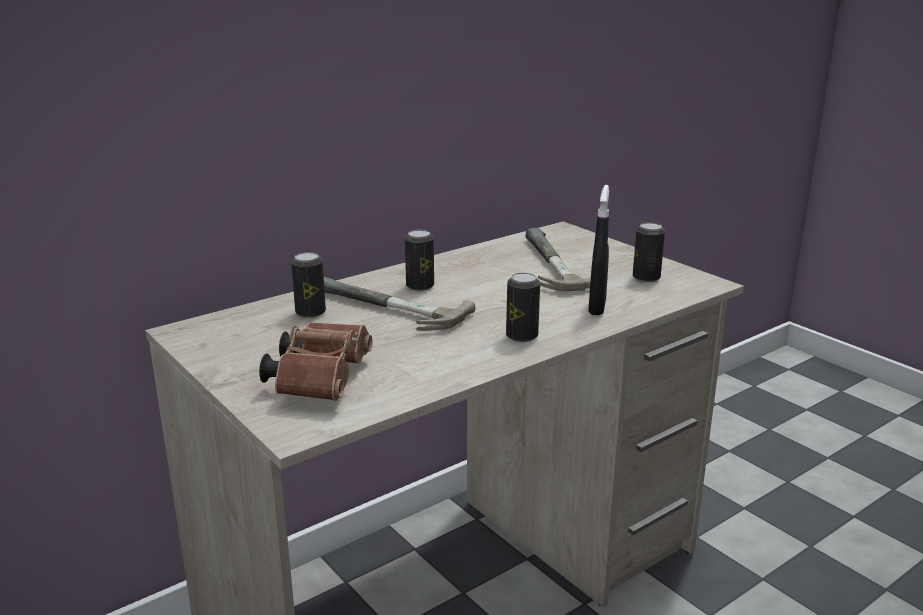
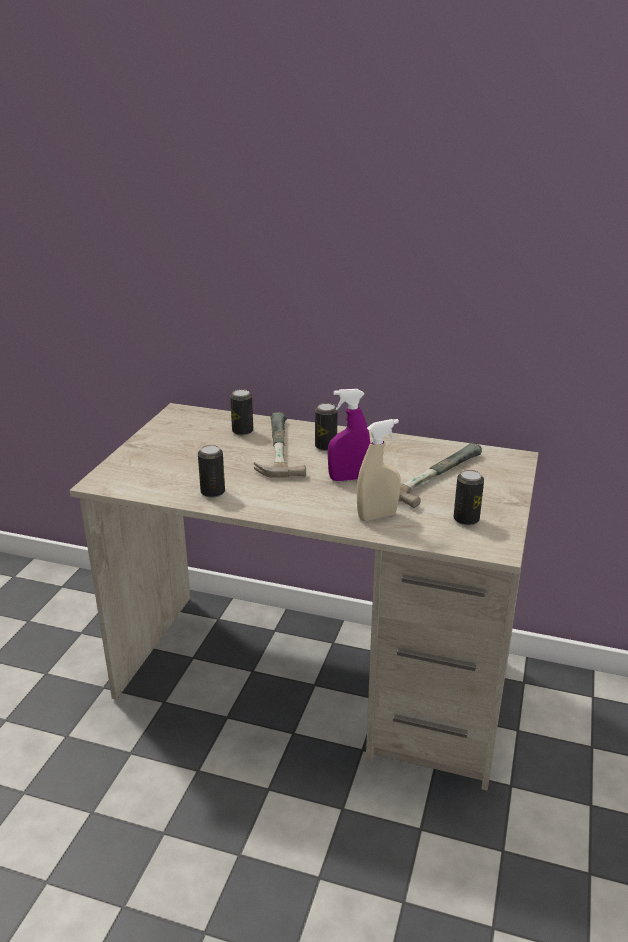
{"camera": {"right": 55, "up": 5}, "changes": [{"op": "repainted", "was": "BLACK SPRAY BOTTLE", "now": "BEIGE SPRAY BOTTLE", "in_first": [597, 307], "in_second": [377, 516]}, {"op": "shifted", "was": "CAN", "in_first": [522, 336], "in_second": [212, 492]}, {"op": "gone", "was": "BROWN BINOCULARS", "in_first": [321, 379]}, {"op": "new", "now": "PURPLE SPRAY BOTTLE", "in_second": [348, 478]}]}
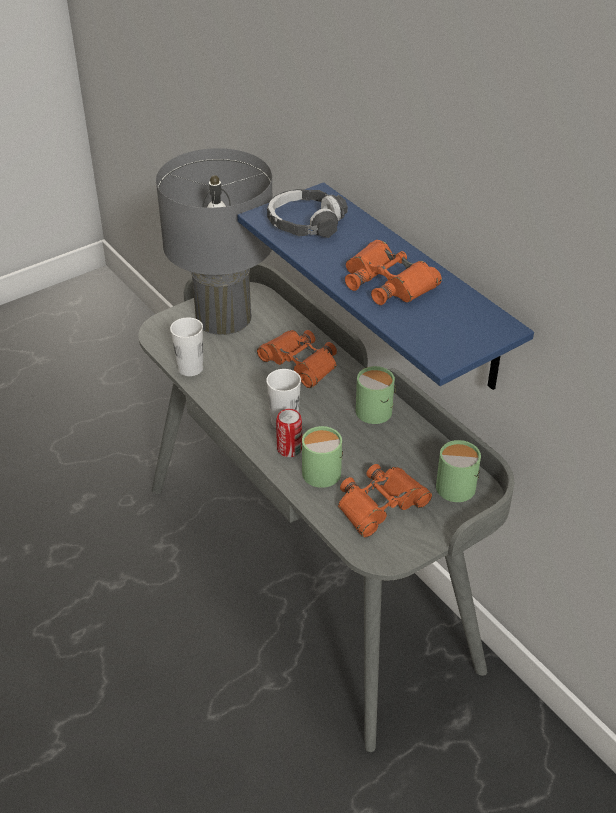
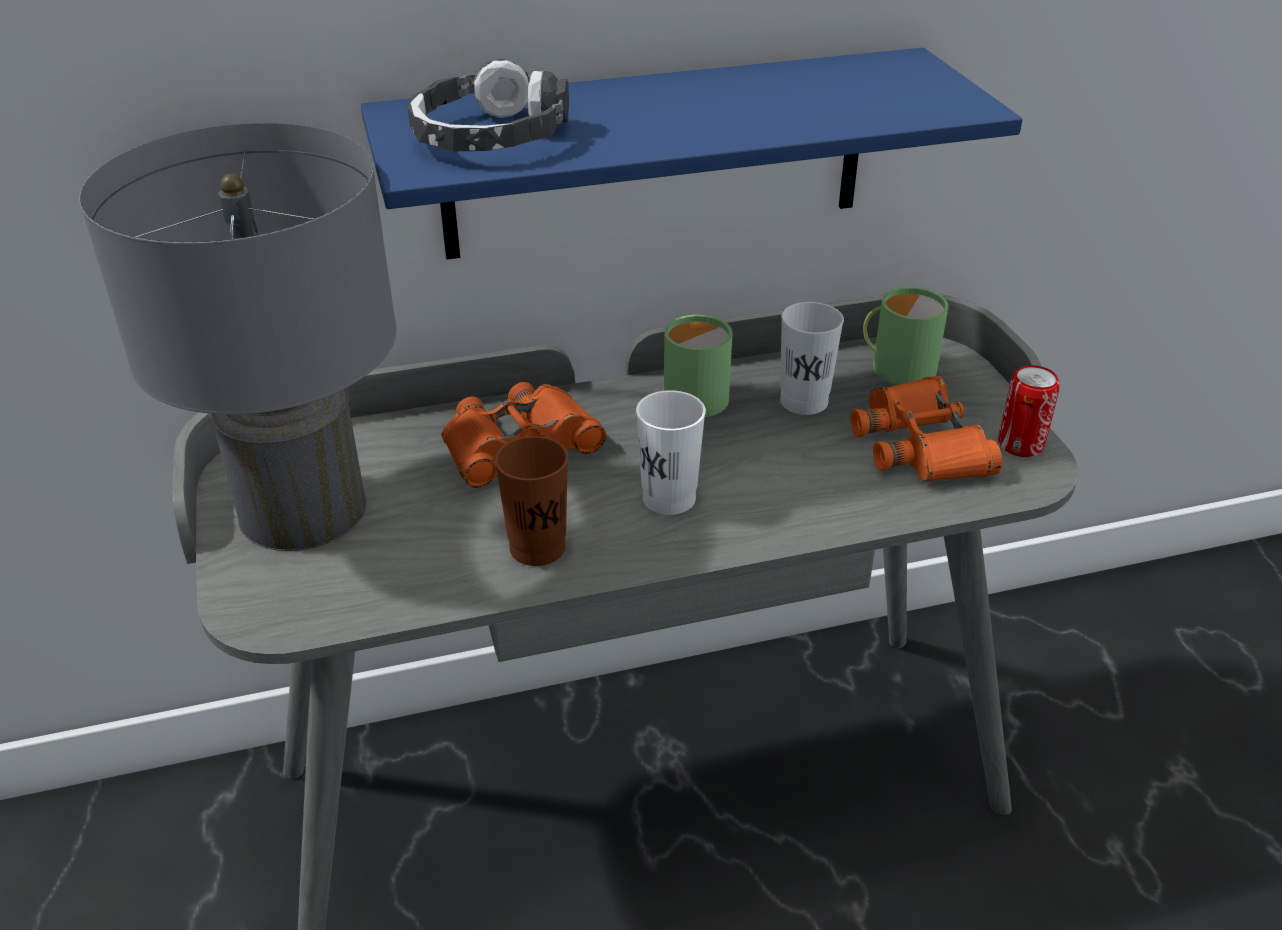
{"camera": {"right": -70, "up": -5}, "changes": [{"op": "gone", "was": "ORANGE BINOCULARS", "in_first": [387, 282]}, {"op": "shifted", "was": "WHITE CUP", "in_first": [190, 368], "in_second": [804, 401]}, {"op": "shifted", "was": "CAN", "in_first": [289, 449], "in_second": [1020, 445]}, {"op": "gone", "was": "GREEN MUG", "in_first": [321, 469]}, {"op": "new", "now": "BROWN CUP", "in_second": [537, 548]}]}
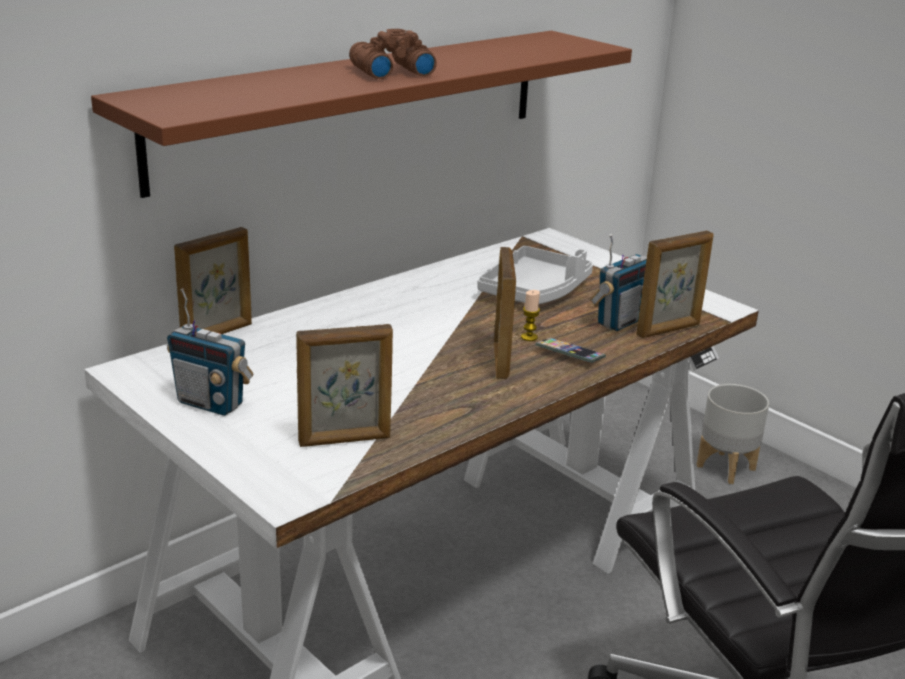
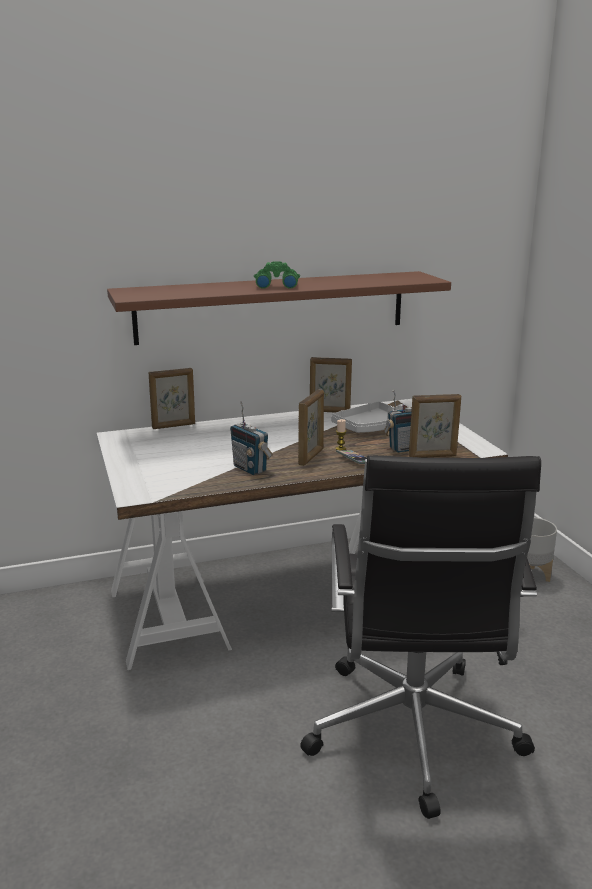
{"camera": {"right": 25, "up": -5}, "changes": [{"op": "repainted", "was": "BROWN BINOCULARS", "now": "GREEN BINOCULARS", "in_first": [389, 71], "in_second": [276, 286]}, {"op": "shifted", "was": "RADIO", "in_first": [211, 403], "in_second": [250, 469]}, {"op": "shifted", "was": "PICTURE FRAME", "in_first": [345, 440], "in_second": [329, 411]}]}
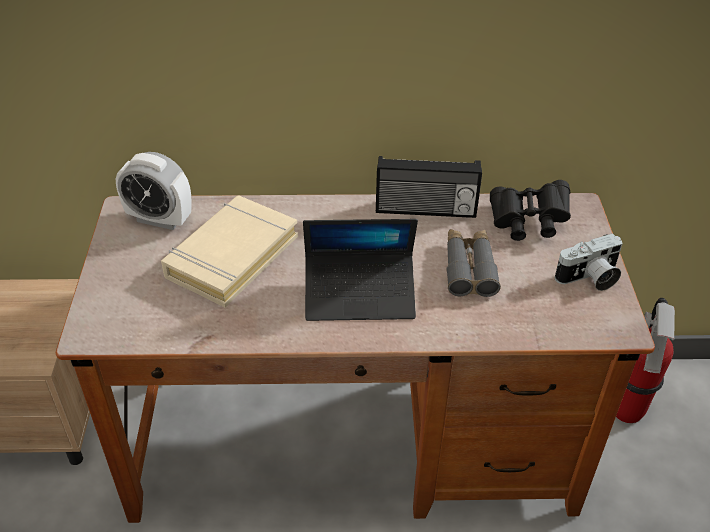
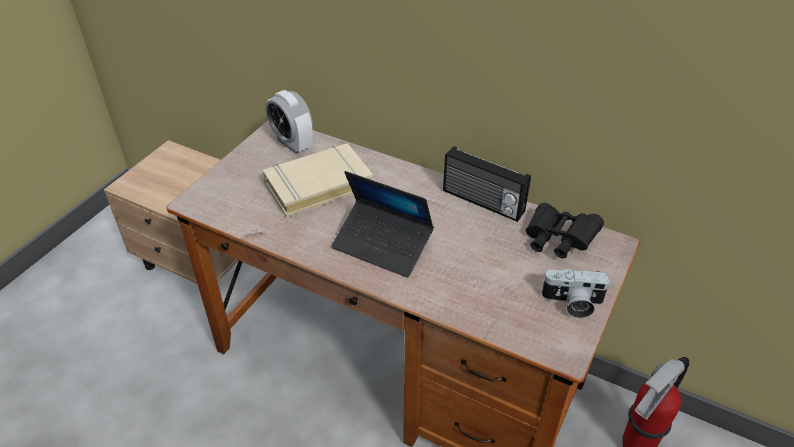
{"camera": {"right": 30, "up": 0}, "changes": [{"op": "gone", "was": "GREY BINOCULARS", "in_first": [469, 268]}]}
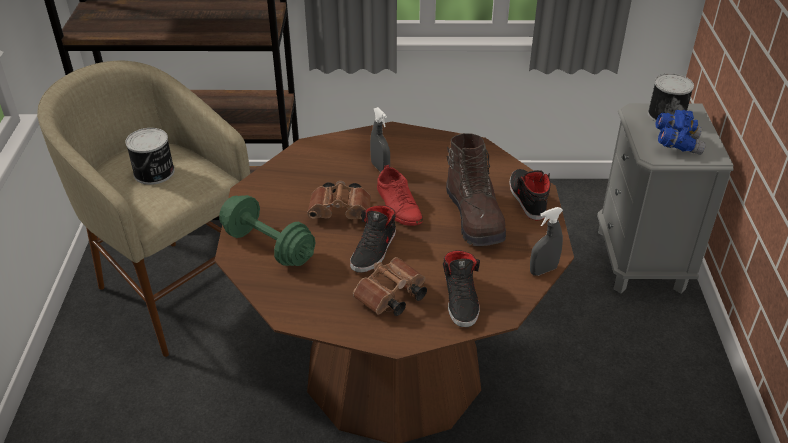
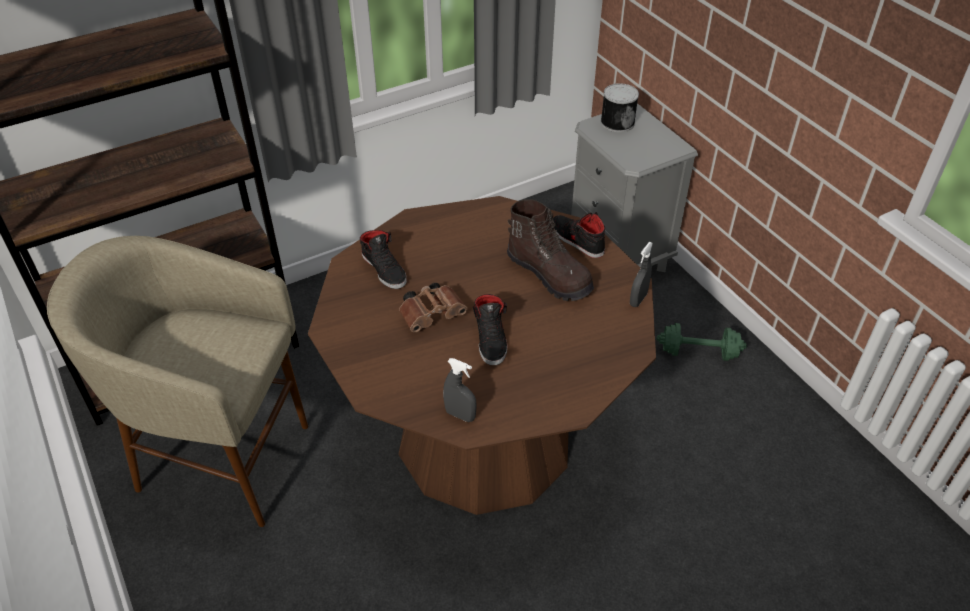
{"camera": {"right": -30, "up": 5}, "changes": [{"op": "shifted", "was": "GREY SPRAY BOTTLE", "in_first": [380, 168], "in_second": [460, 415]}, {"op": "gone", "was": "BLUE BINOCULARS", "in_first": [676, 144]}, {"op": "gone", "was": "CAN", "in_first": [154, 173]}, {"op": "gone", "was": "RED SHOE", "in_first": [398, 206]}, {"op": "shifted", "was": "GREEN DUMBBELL", "in_first": [268, 246], "in_second": [698, 352]}, {"op": "shifted", "was": "BLACK SHOE", "in_first": [461, 299], "in_second": [384, 269]}, {"op": "gone", "was": "BROWN BINOCULARS", "in_first": [390, 298]}]}
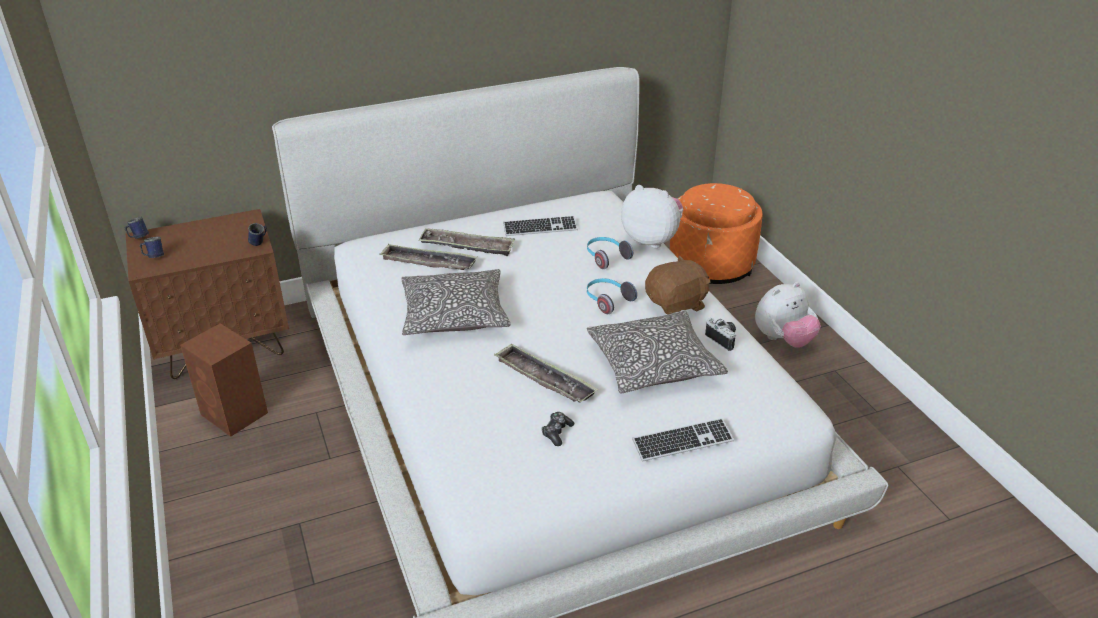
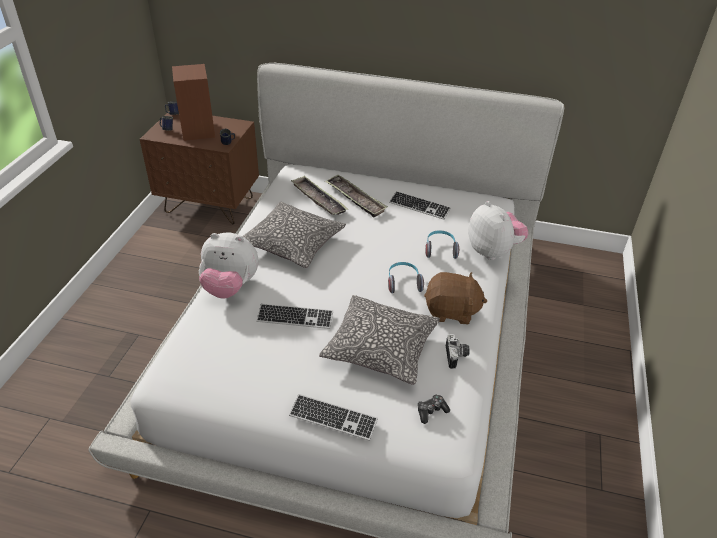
{"camera": {"right": 35, "up": 5}, "changes": [{"op": "gone", "was": "ORANGE OTTOMAN", "in_first": [711, 265]}, {"op": "shifted", "was": "PLUSH TOY", "in_first": [783, 340], "in_second": [230, 287]}, {"op": "shifted", "was": "BROWN SPEAKER", "in_first": [235, 414], "in_second": [198, 131]}, {"op": "swapped", "was": "TRAY", "now": "KEYBOARD", "in_first": [544, 379], "in_second": [295, 318]}, {"op": "shifted", "was": "GAME CONTROLLER", "in_first": [557, 432], "in_second": [431, 411]}]}
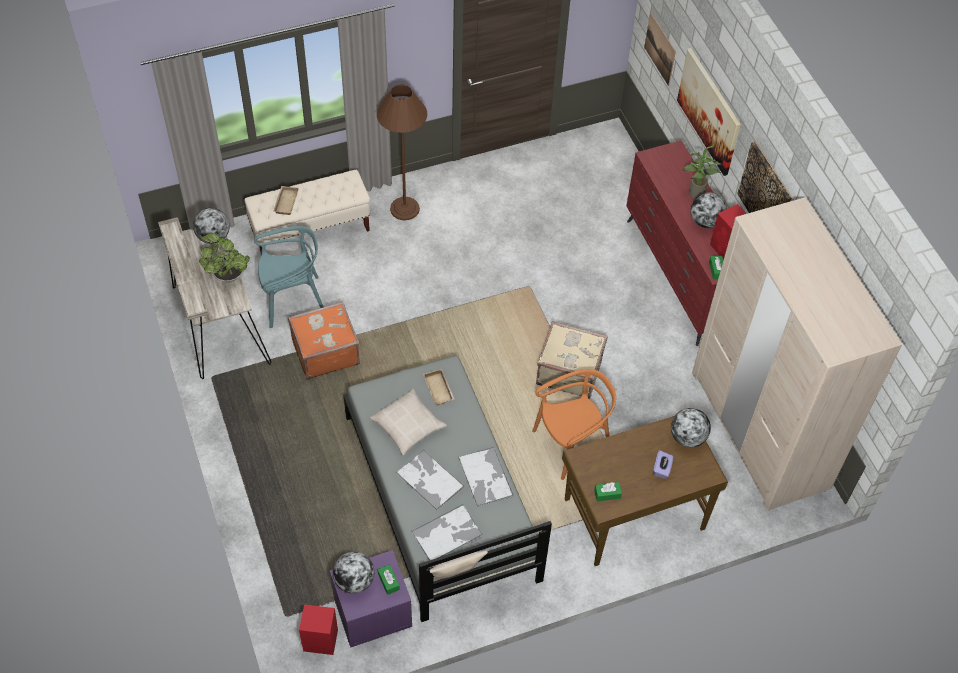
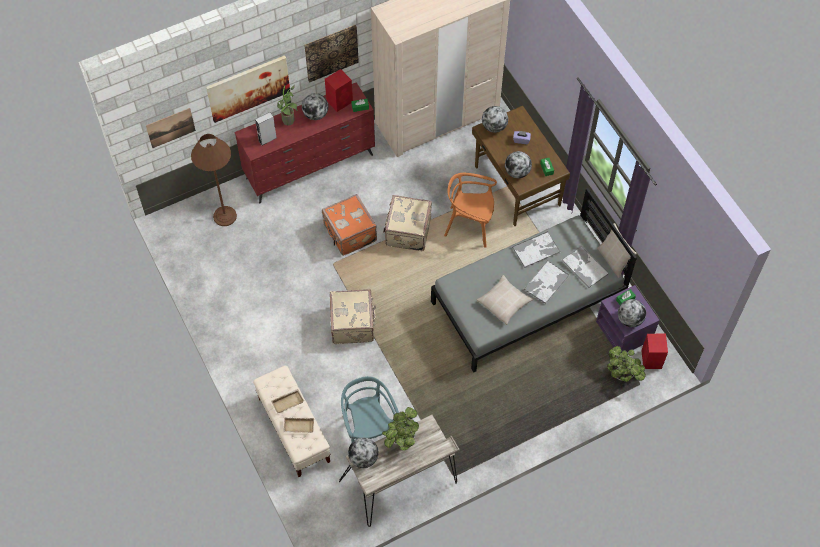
{"camera": {"right": -95, "up": 5}, "changes": [{"op": "shifted", "was": "BROWN FLOOR LAMP", "in_first": [404, 209], "in_second": [225, 216]}, {"op": "shifted", "was": "ORANGE SUITCASE", "in_first": [325, 352], "in_second": [349, 234]}, {"op": "shifted", "was": "BEIGE TRAY", "in_first": [439, 389], "in_second": [287, 401]}, {"op": "rotated", "was": "ORANGE CHAIR", "in_first": [572, 444], "in_second": [469, 225], "clockwise": -45}, {"op": "new", "now": "GREY SPEAKER", "in_second": [267, 139]}, {"op": "new", "now": "GLOBE", "in_second": [517, 172]}, {"op": "new", "now": "BEIGE SUITCASE", "in_second": [353, 323]}, {"op": "new", "now": "POTTED PLANT", "in_second": [623, 375]}]}
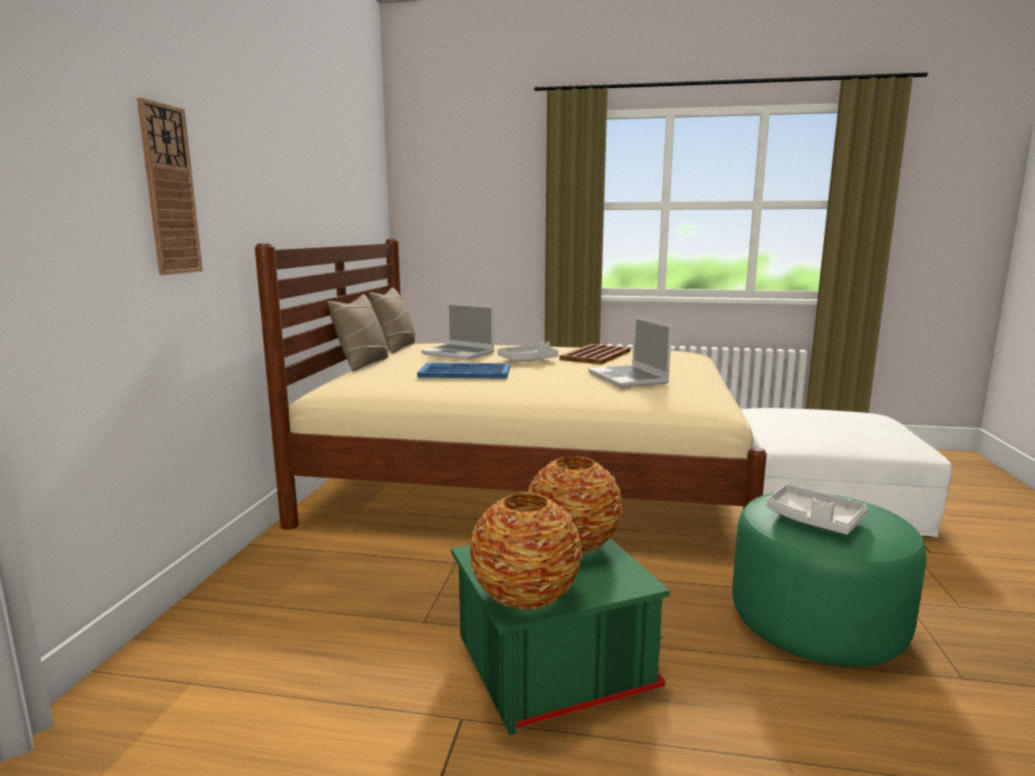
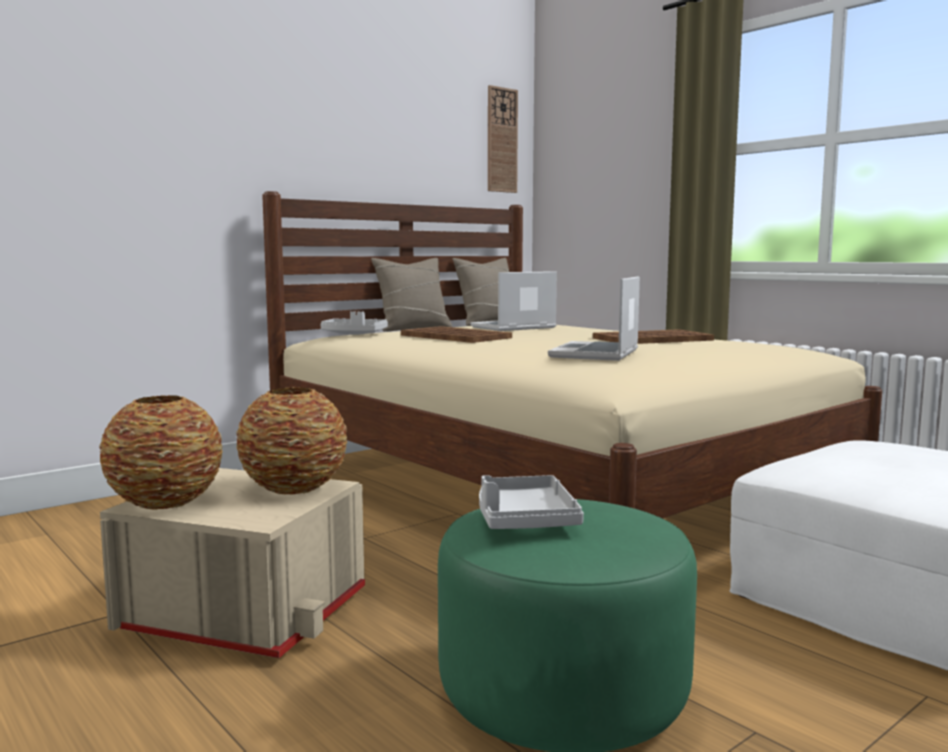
{"camera": {"right": 40, "up": -5}, "changes": [{"op": "shifted", "was": "WALL CLOCK", "in_first": [169, 190], "in_second": [501, 140]}, {"op": "rotated", "was": "LAPTOP", "in_first": [459, 353], "in_second": [513, 327], "clockwise": 75}, {"op": "shifted", "was": "GREY TRAY", "in_first": [528, 360], "in_second": [354, 334]}, {"op": "repainted", "was": "BLUE TRAY", "now": "BROWN TRAY", "in_first": [464, 372], "in_second": [454, 336]}, {"op": "repainted", "was": "GREEN STORAGE BOX", "now": "BEIGE STORAGE BOX", "in_first": [552, 664], "in_second": [245, 611]}]}
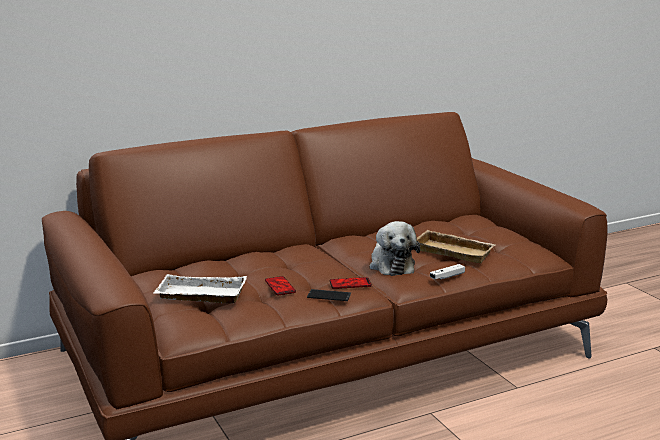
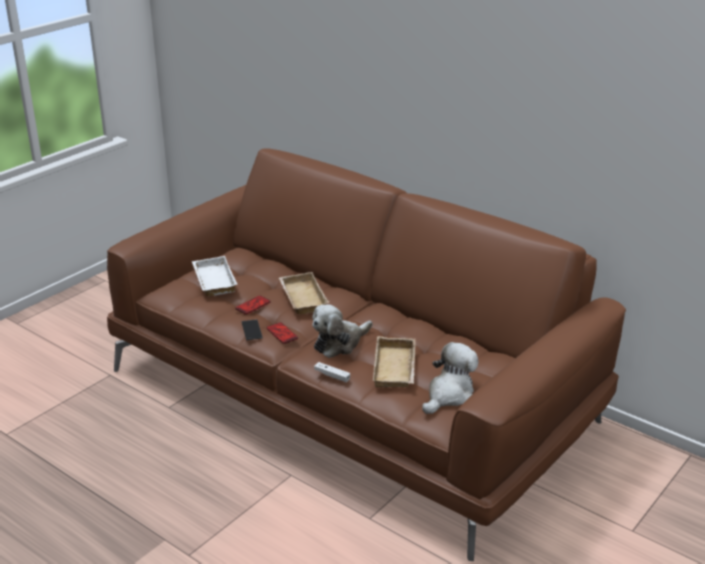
{"camera": {"right": 65, "up": 10}, "changes": [{"op": "new", "now": "BEIGE TRAY", "in_second": [301, 297]}, {"op": "new", "now": "PLUSH TOY", "in_second": [449, 395]}]}
